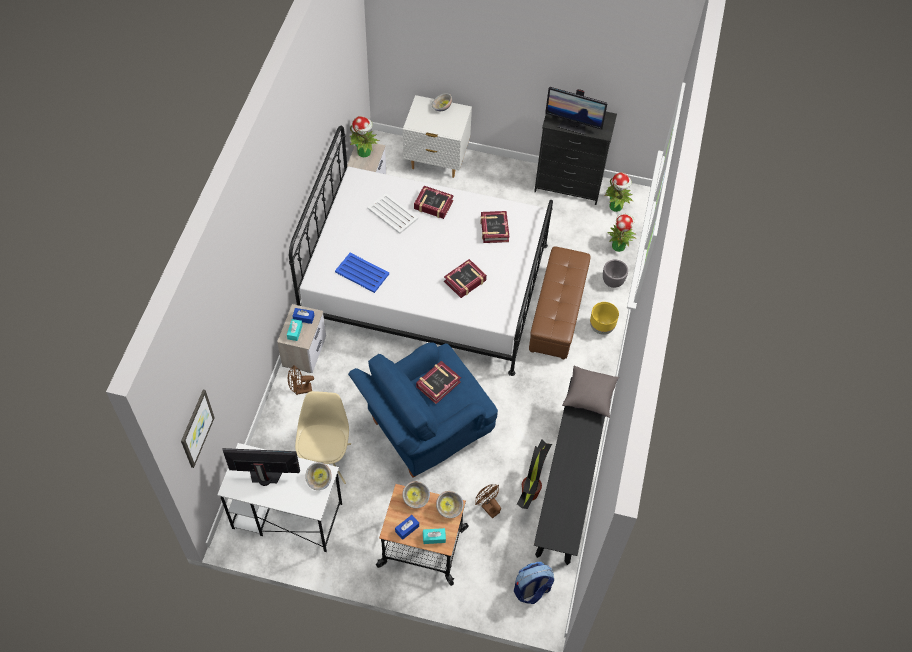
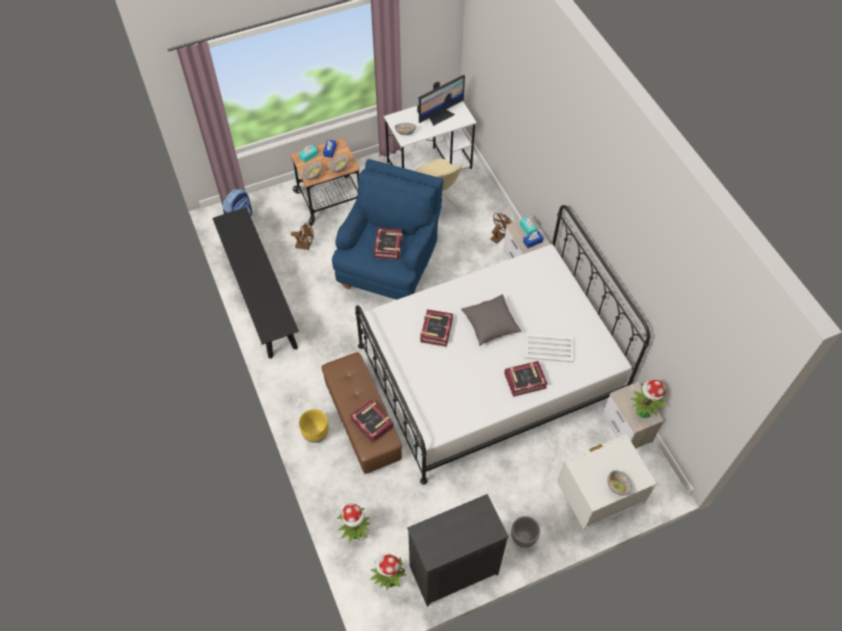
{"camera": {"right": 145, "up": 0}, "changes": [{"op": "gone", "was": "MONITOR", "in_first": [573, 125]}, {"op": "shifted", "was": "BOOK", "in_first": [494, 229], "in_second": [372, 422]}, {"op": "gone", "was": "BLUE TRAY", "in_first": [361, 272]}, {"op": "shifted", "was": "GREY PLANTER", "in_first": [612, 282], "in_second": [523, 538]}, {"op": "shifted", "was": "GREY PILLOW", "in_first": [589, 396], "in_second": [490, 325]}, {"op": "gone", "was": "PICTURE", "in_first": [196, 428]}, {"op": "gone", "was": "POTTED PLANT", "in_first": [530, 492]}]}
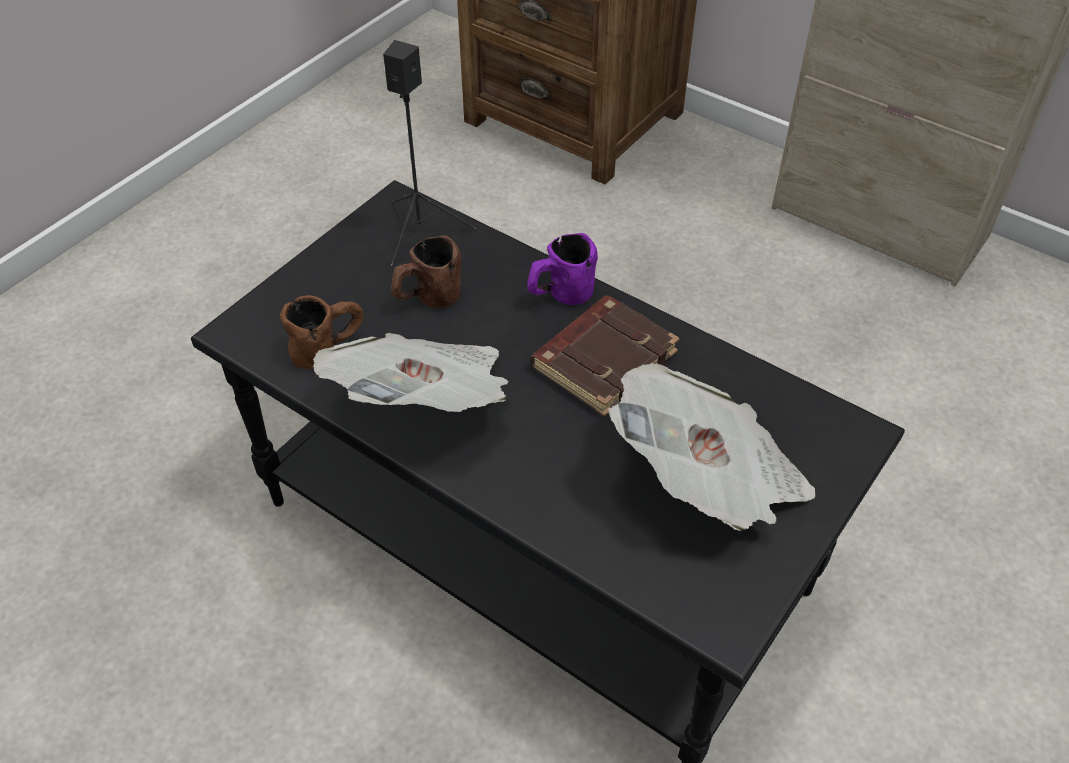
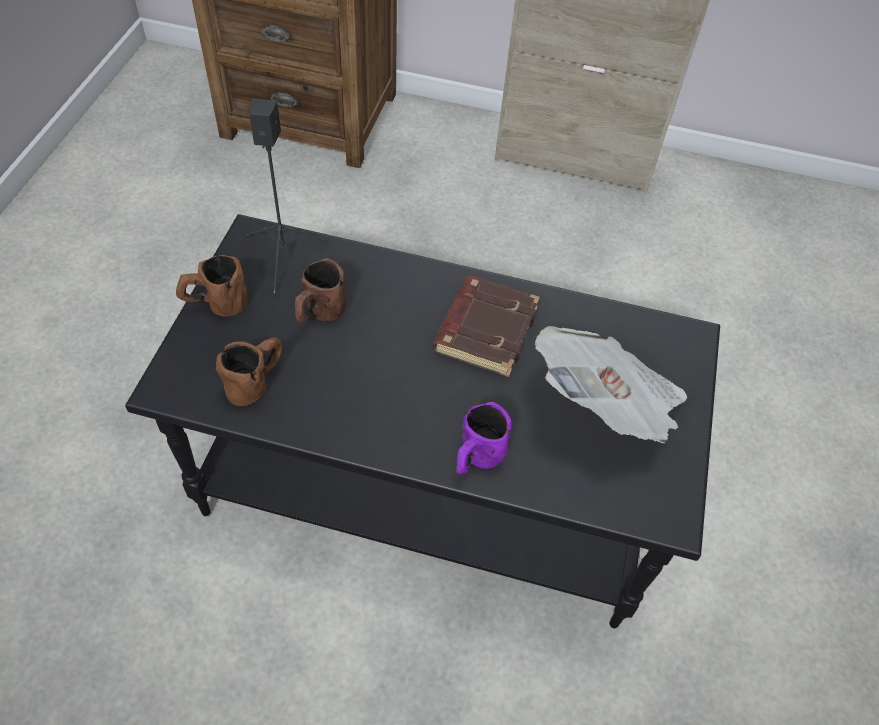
{"camera": {"right": -25, "up": 5}, "changes": [{"op": "shifted", "was": "PURPLE MUG", "in_first": [559, 296], "in_second": [476, 460]}, {"op": "gone", "was": "NEWSPAPER", "in_first": [426, 403]}, {"op": "new", "now": "BROWN MUG", "in_second": [215, 305]}]}
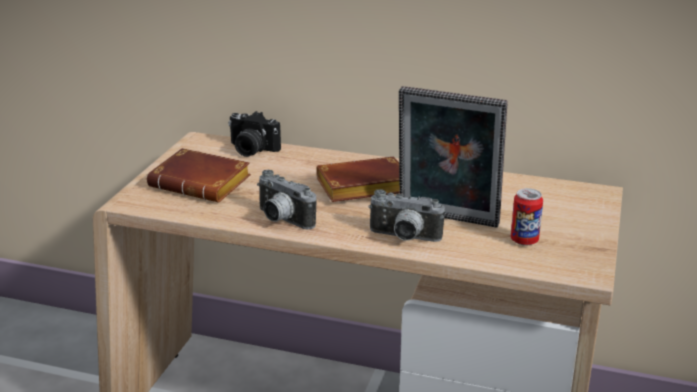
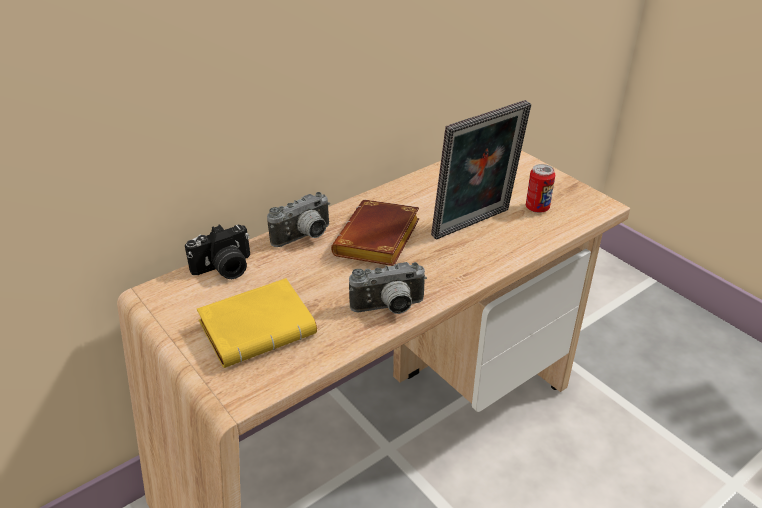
{"camera": {"right": -55, "up": 10}, "changes": [{"op": "repainted", "was": "BROWN BOOK", "now": "YELLOW BOOK", "in_first": [203, 183], "in_second": [259, 327]}, {"op": "shifted", "was": "PHOTO CAMERA", "in_first": [403, 238], "in_second": [305, 237]}]}
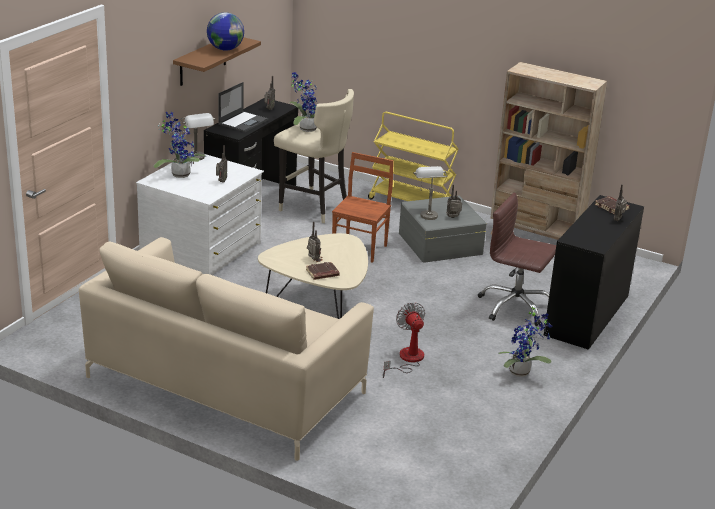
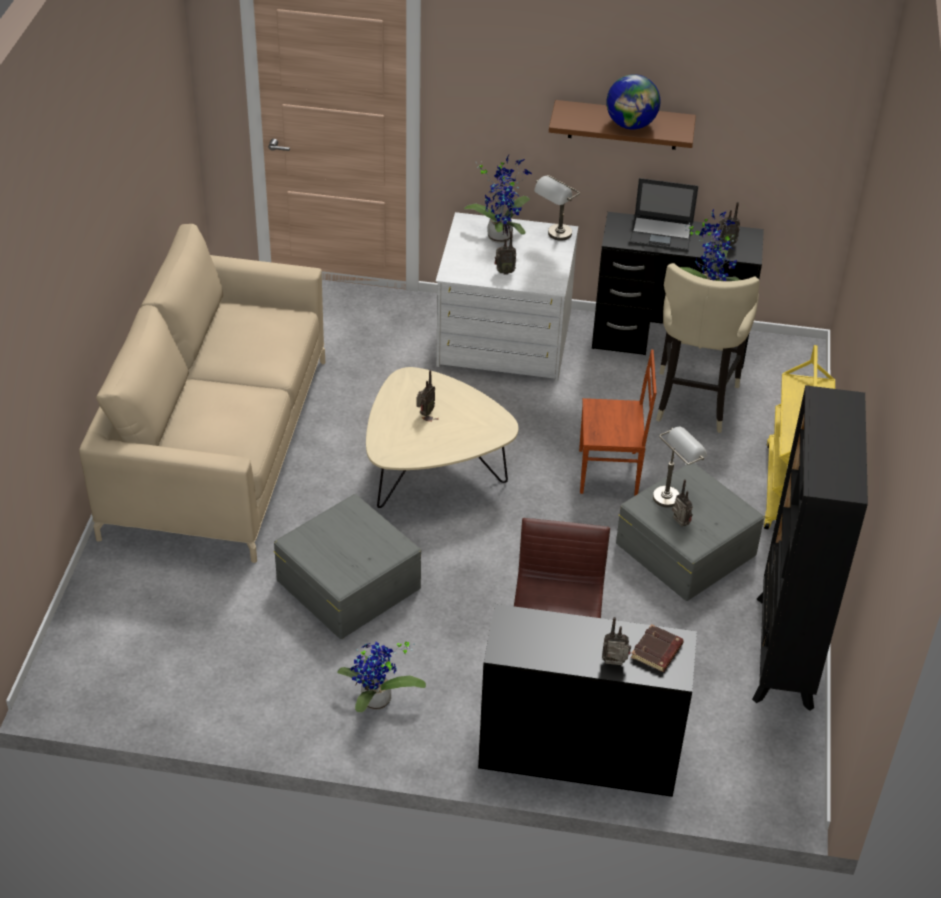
{"camera": {"right": 70, "up": 15}, "changes": [{"op": "repainted", "was": "BEIGE BOOKCASE", "now": "BLACK BOOKCASE", "in_first": [535, 239], "in_second": [783, 652]}, {"op": "gone", "was": "BROWN BOOK", "in_first": [322, 274]}, {"op": "swapped", "was": "FAN", "now": "GREY STORAGE BOX", "in_first": [407, 360], "in_second": [348, 583]}]}
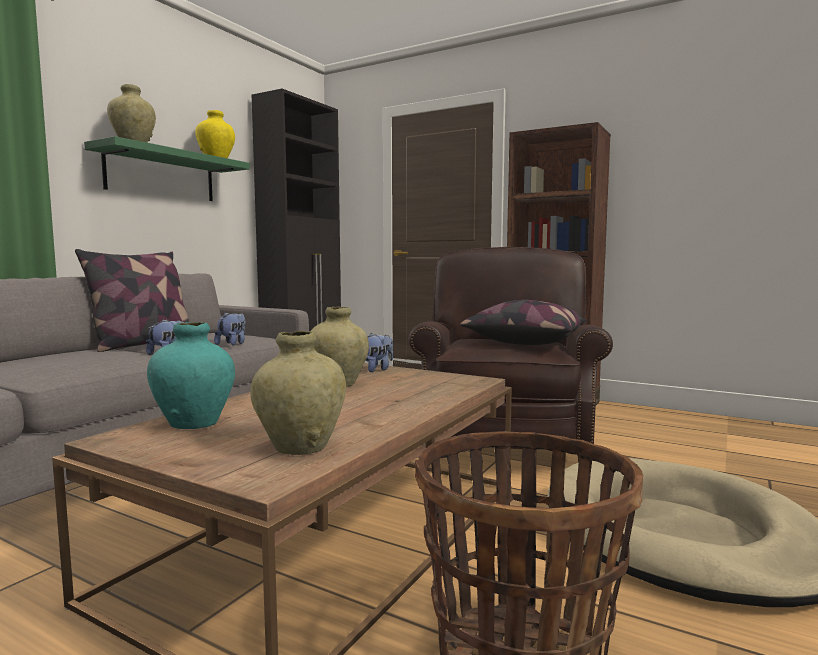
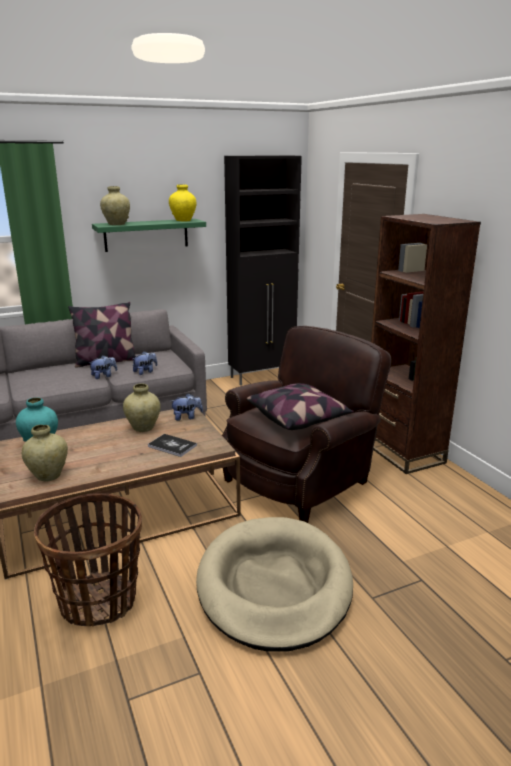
{"camera": {"right": 35, "up": 15}, "changes": [{"op": "new", "now": "BOOK", "in_second": [172, 446]}]}
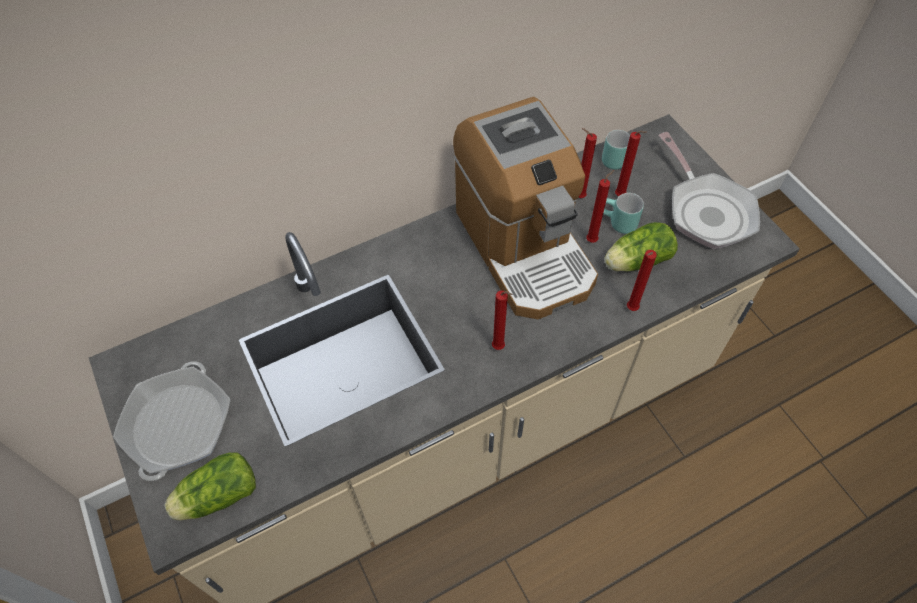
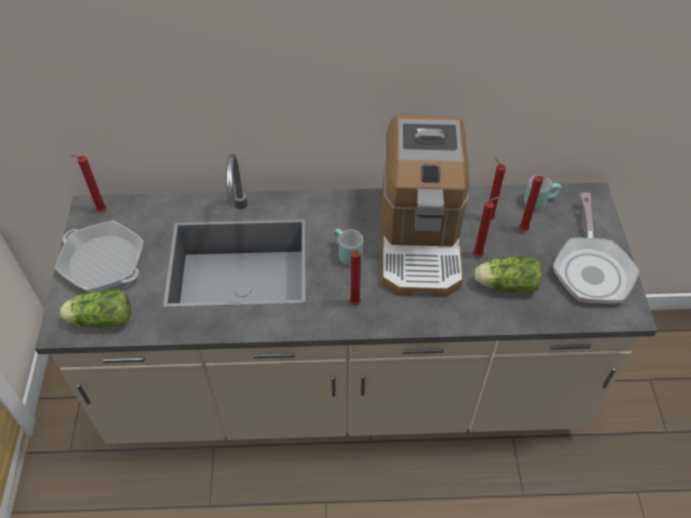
{"camera": {"right": 25, "up": -5}, "changes": [{"op": "shifted", "was": "TURQUOISE MUG", "in_first": [617, 224], "in_second": [345, 255]}, {"op": "shifted", "was": "RED CANDLE", "in_first": [630, 310], "in_second": [100, 211]}, {"op": "rotated", "was": "FRYING PAN", "in_first": [178, 425], "in_second": [103, 262], "clockwise": 90}]}
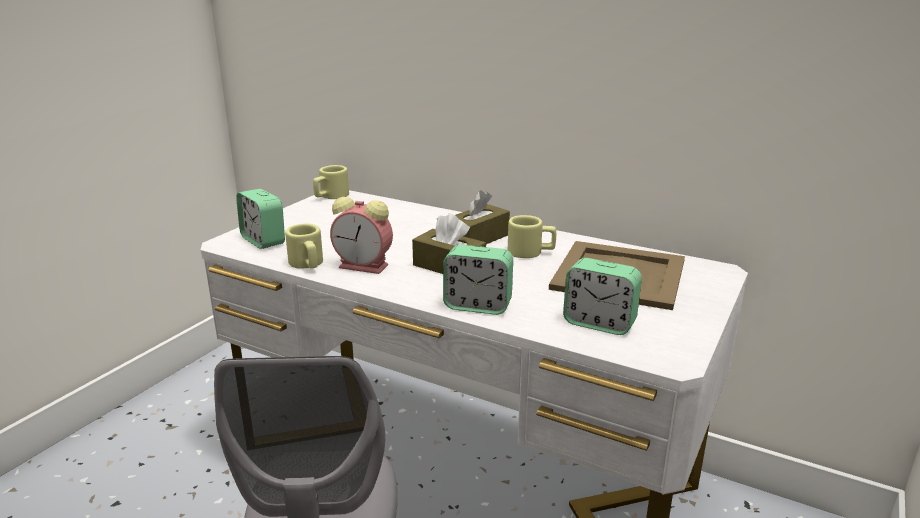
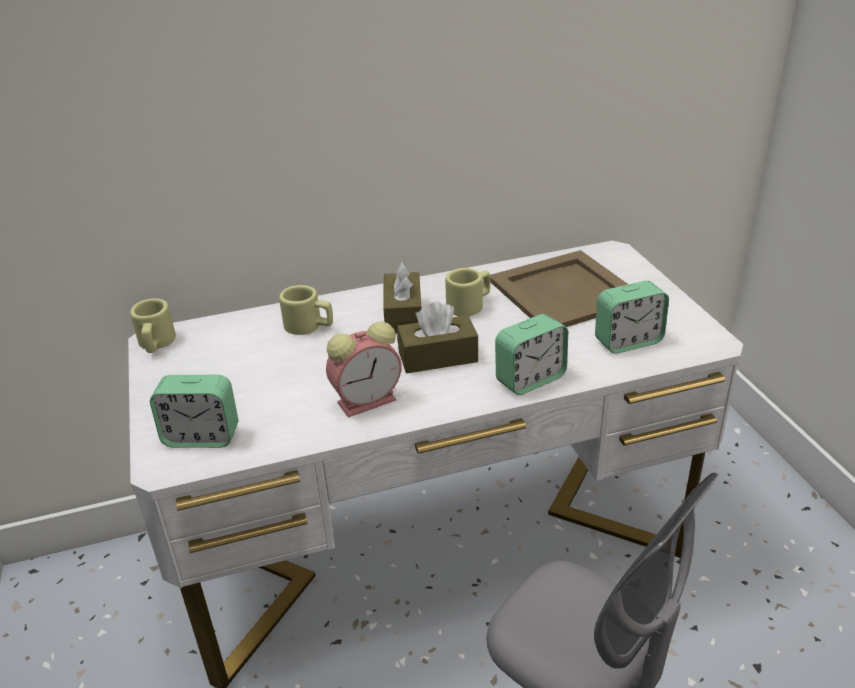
{"camera": {"right": -45, "up": 10}, "changes": [{"op": "shifted", "was": "BEIGE MUG", "in_first": [307, 264], "in_second": [309, 326]}]}
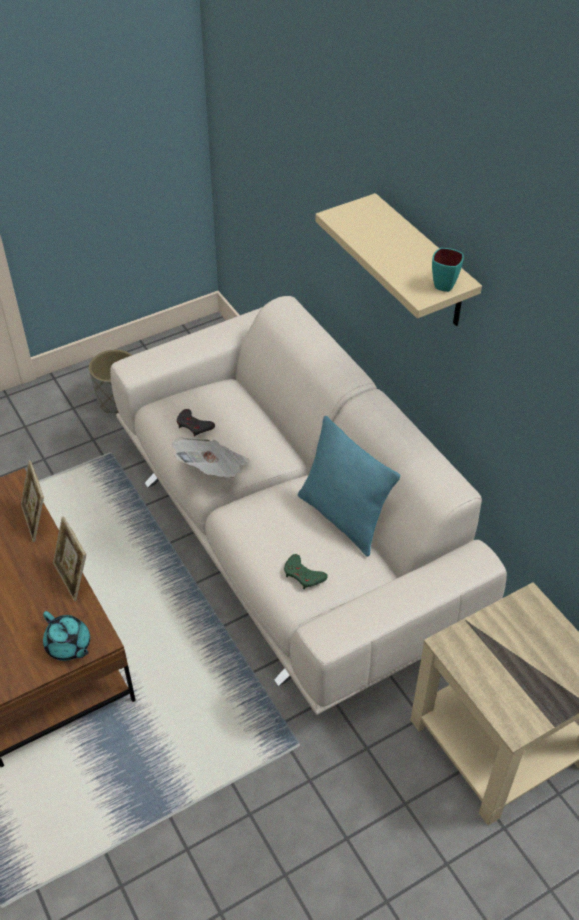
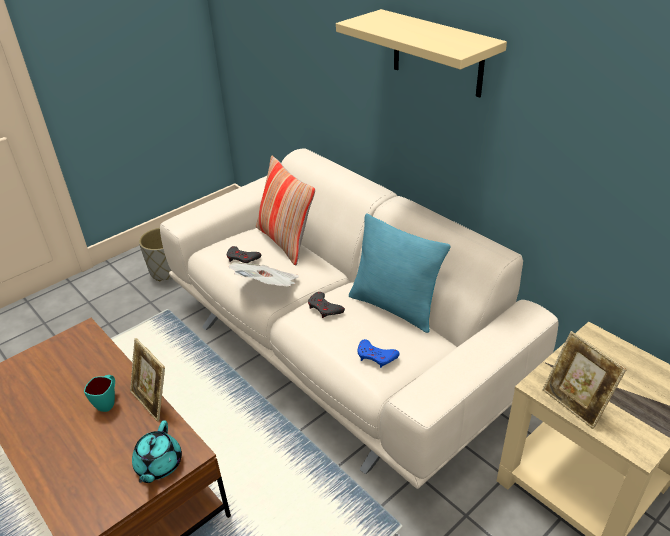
{"camera": {"right": -10, "up": -10}, "changes": [{"op": "shifted", "was": "TURQUOISE MUG", "in_first": [445, 282], "in_second": [108, 402]}, {"op": "shifted", "was": "PICTURE FRAME", "in_first": [37, 520], "in_second": [575, 404]}, {"op": "repainted", "was": "GREEN GAME CONTROLLER", "now": "BLUE GAME CONTROLLER", "in_first": [303, 575], "in_second": [376, 356]}, {"op": "rotated", "was": "TURQUOISE TEAPOT", "in_first": [69, 646], "in_second": [158, 465], "clockwise": 60}, {"op": "new", "now": "PILLOW", "in_second": [286, 241]}, {"op": "new", "now": "GREY GAME CONTROLLER", "in_second": [324, 308]}]}
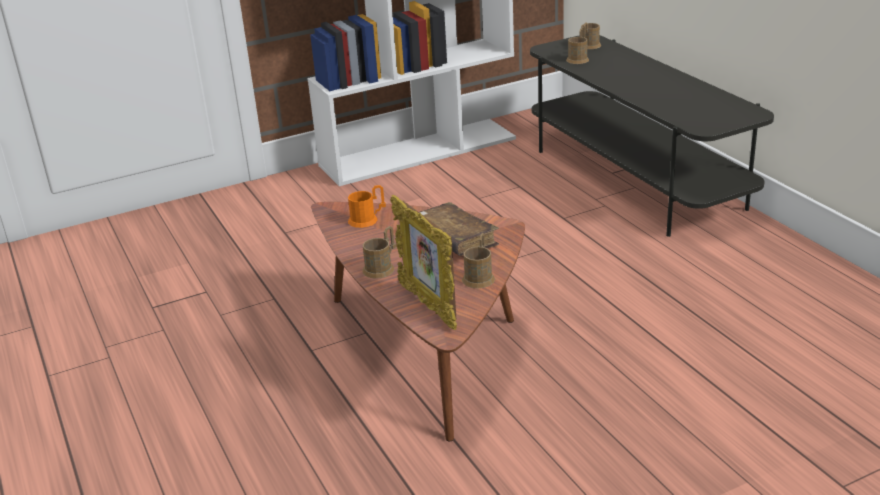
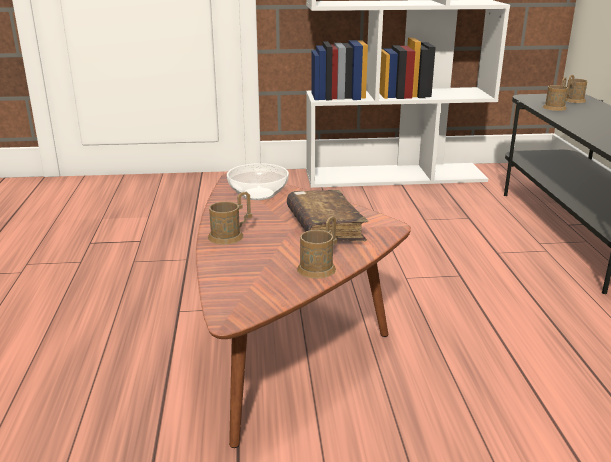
{"camera": {"right": 20, "up": -5}, "changes": [{"op": "swapped", "was": "ORANGE MUG", "now": "BOWL", "in_first": [367, 220], "in_second": [259, 194]}, {"op": "gone", "was": "PICTURE FRAME", "in_first": [428, 306]}]}
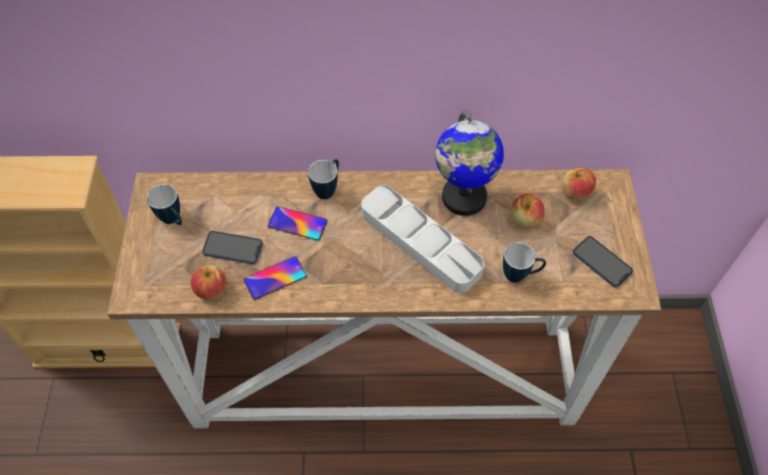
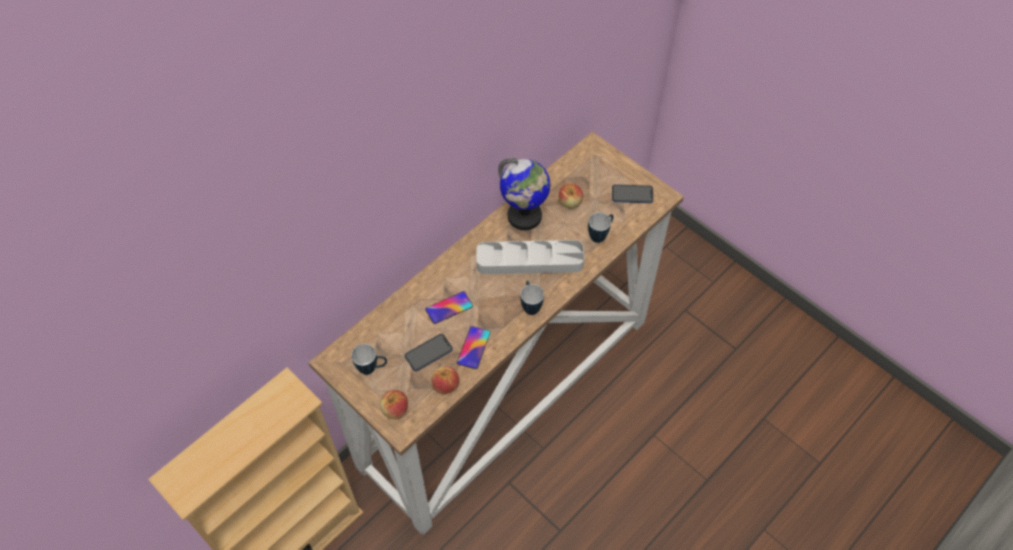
{"camera": {"right": -45, "up": 0}, "changes": [{"op": "shifted", "was": "MUG", "in_first": [328, 189], "in_second": [530, 305]}, {"op": "shifted", "was": "APPLE", "in_first": [575, 192], "in_second": [395, 410]}]}
